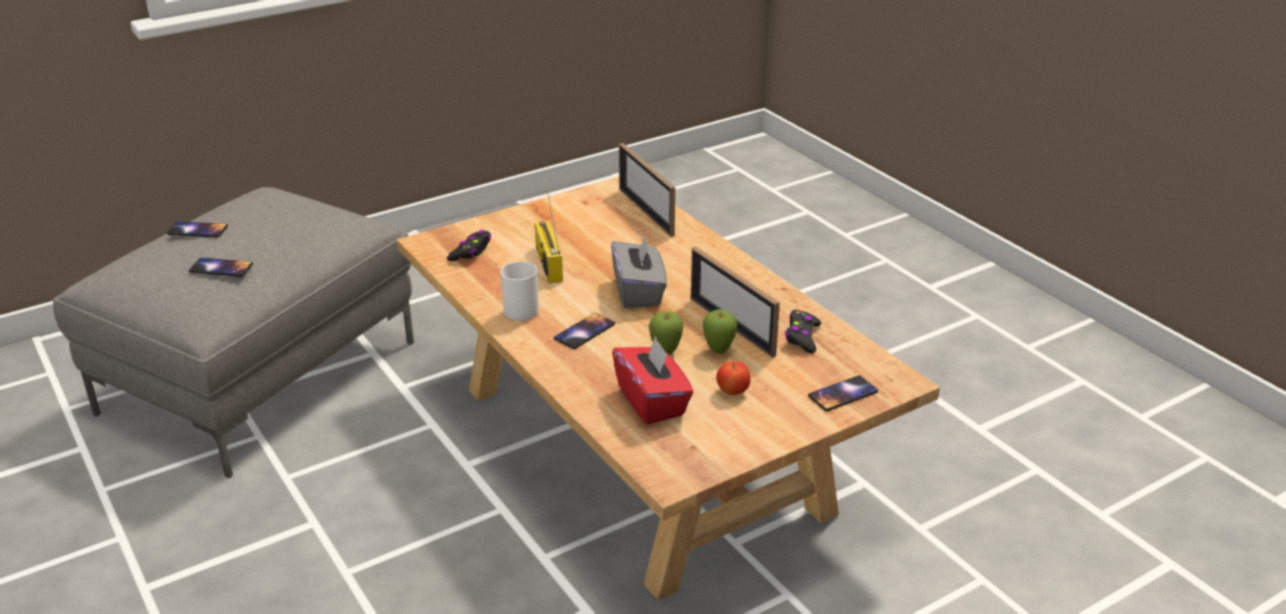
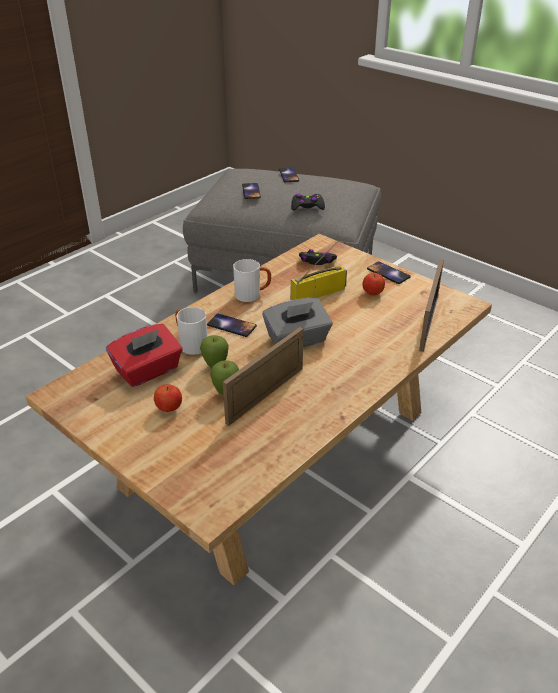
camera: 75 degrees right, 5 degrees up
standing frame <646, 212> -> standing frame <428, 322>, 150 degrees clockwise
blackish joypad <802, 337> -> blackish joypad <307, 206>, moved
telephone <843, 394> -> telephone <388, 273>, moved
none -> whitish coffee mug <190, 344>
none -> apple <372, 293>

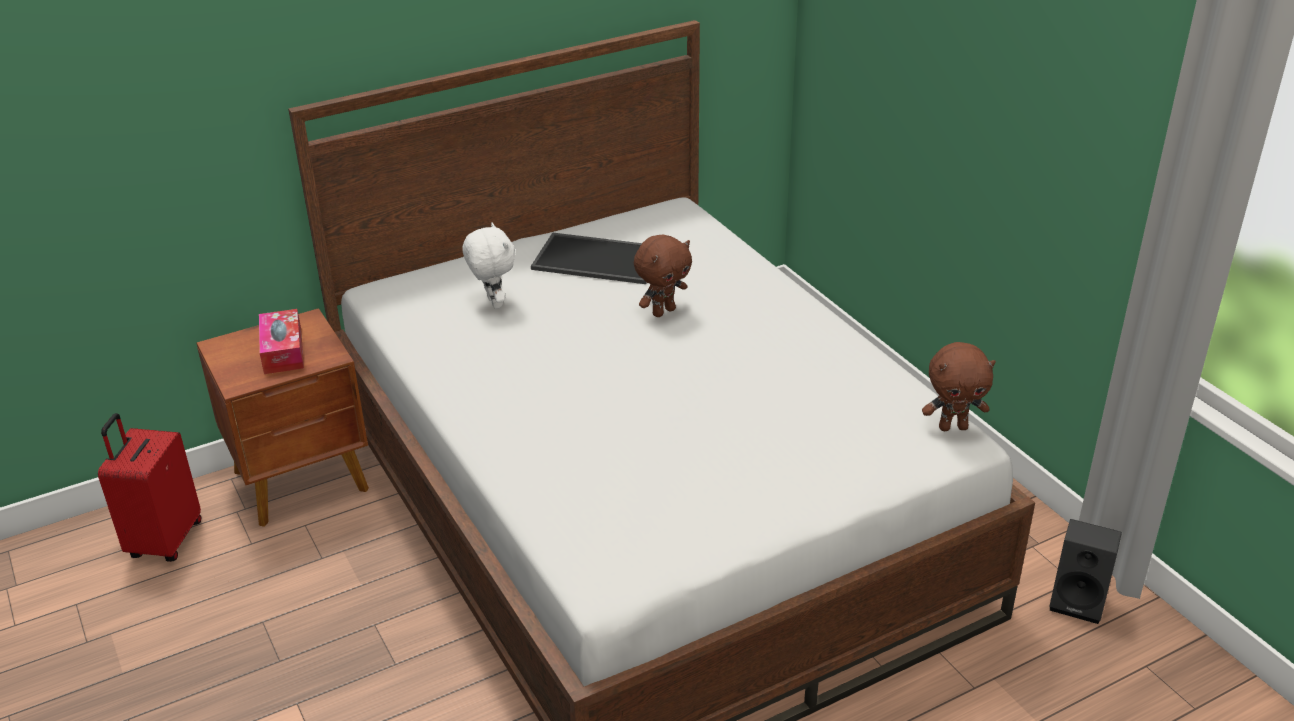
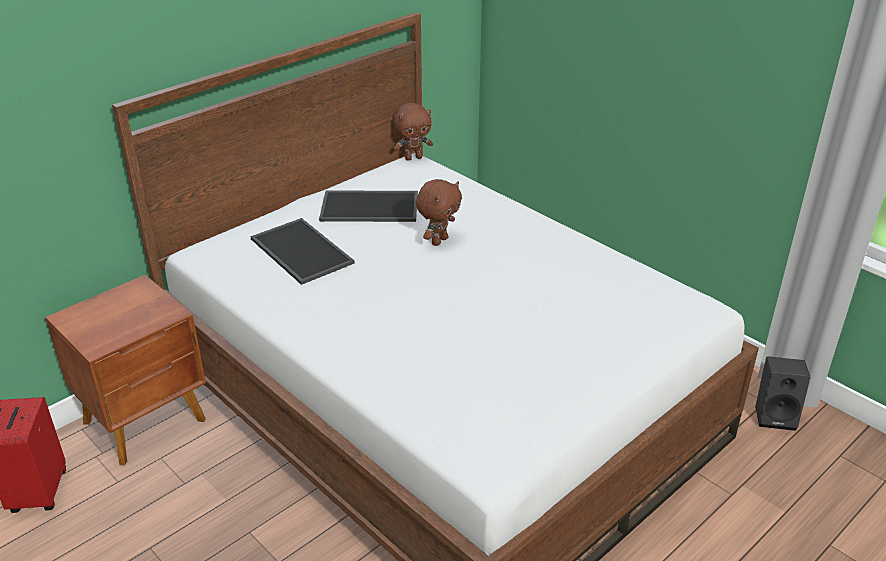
camera: 15 degrees left, 0 degrees up
box of tissues <283, 351> -> none
whitish cuddly toy <493, 303> -> tray <299, 251>
brown-coloured cuddly toy <953, 427> -> brown-coloured cuddly toy <413, 158>, moved

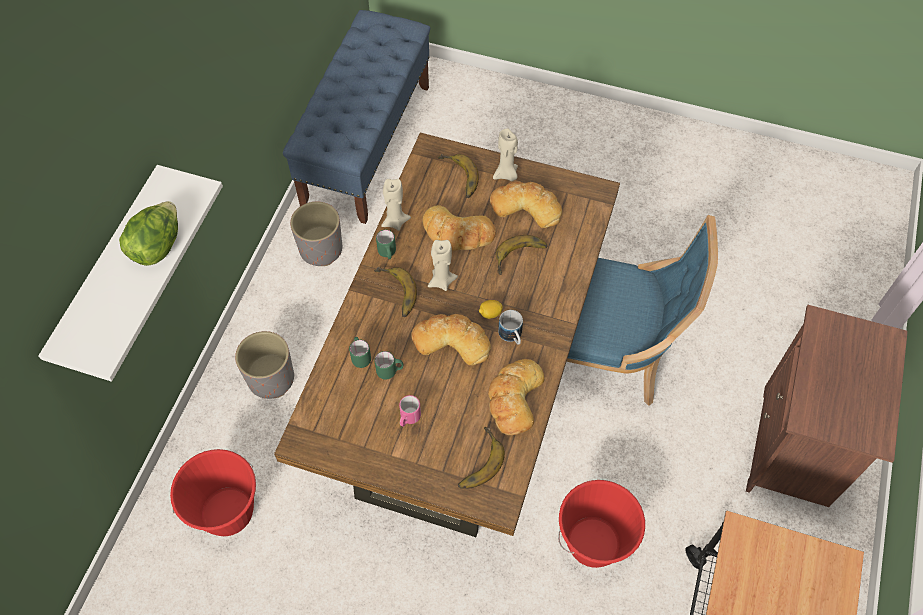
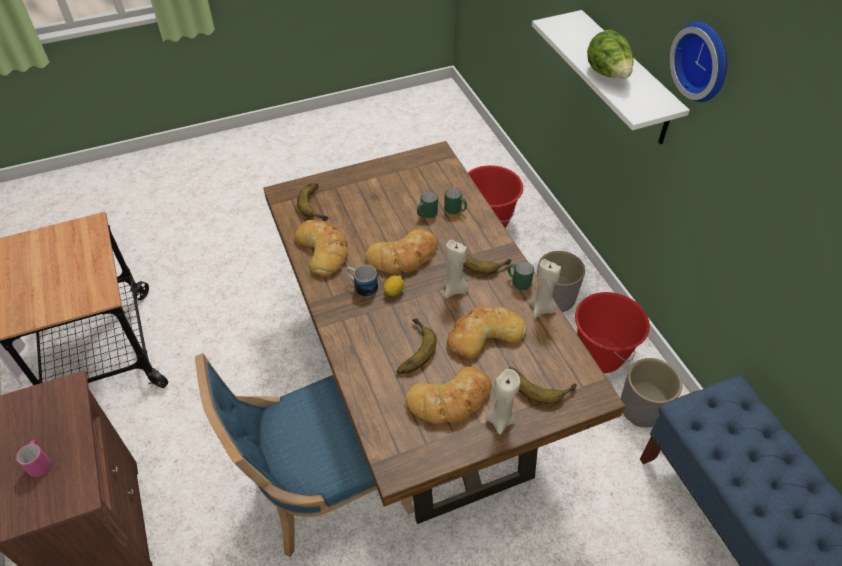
camera: 140 degrees right, 10 degrees down
pink-coloured coffee mug <408, 418> -> pink-coloured coffee mug <40, 463>, moved
reddish water bucket <593, 542> -> reddish water bucket <600, 355>, moved
none -> wall clock <704, 61>

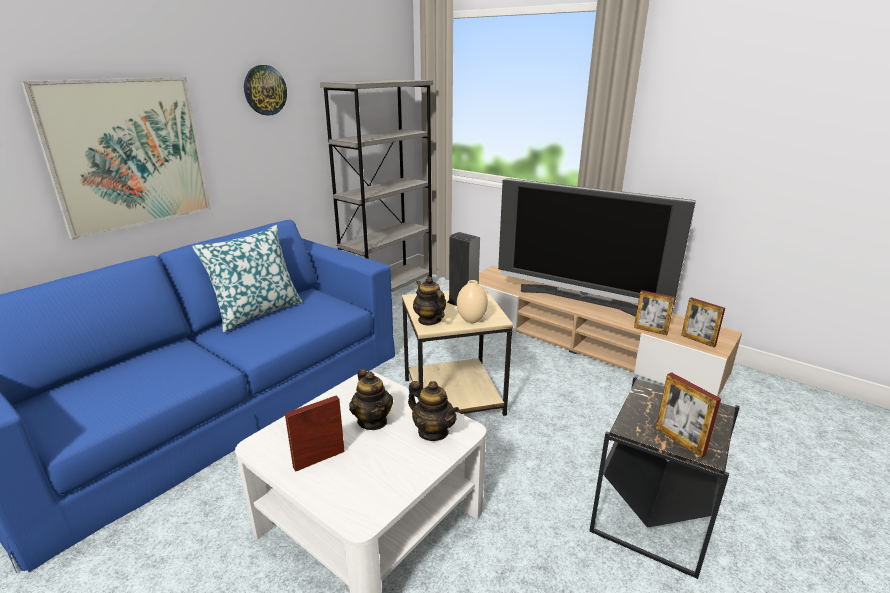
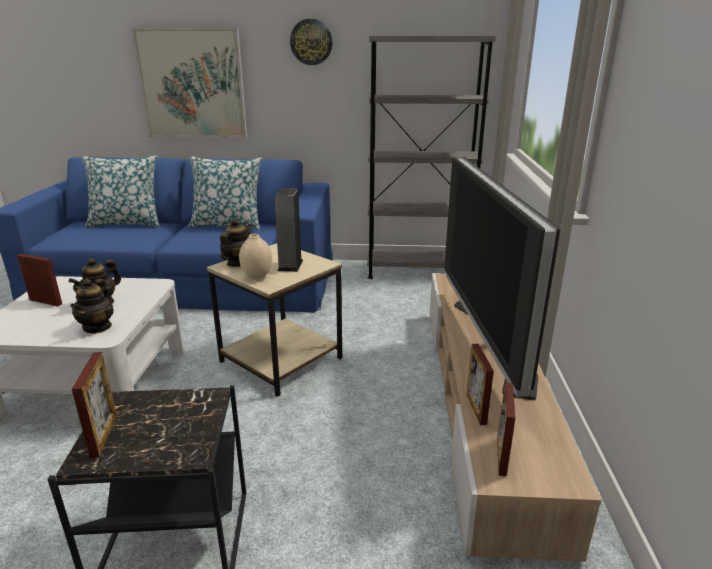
camera: 55 degrees right, 0 degrees up
standing frame <679, 441> -> standing frame <104, 435>, 150 degrees clockwise
none -> cushion <126, 223>

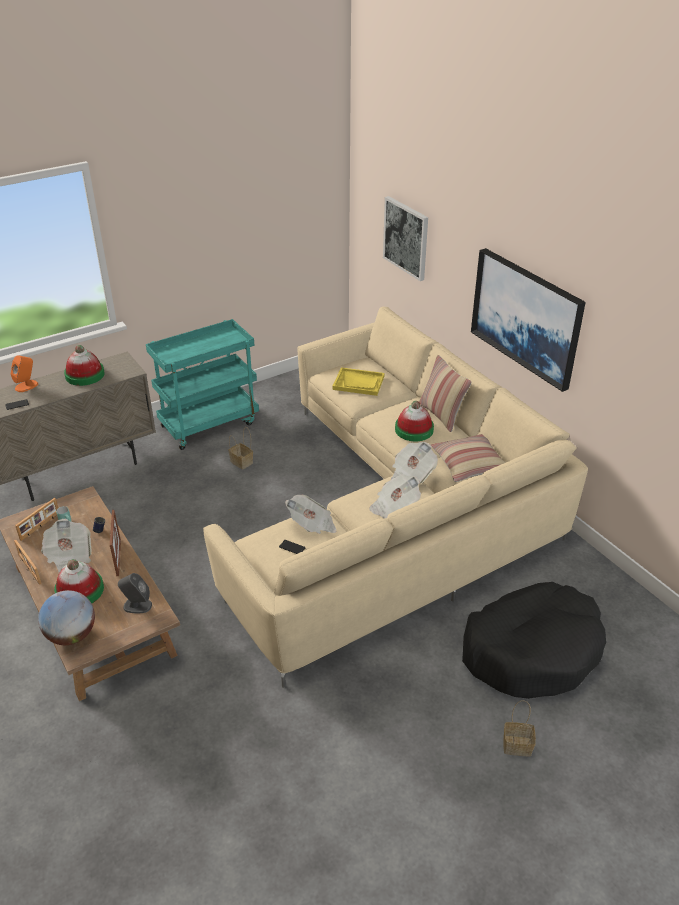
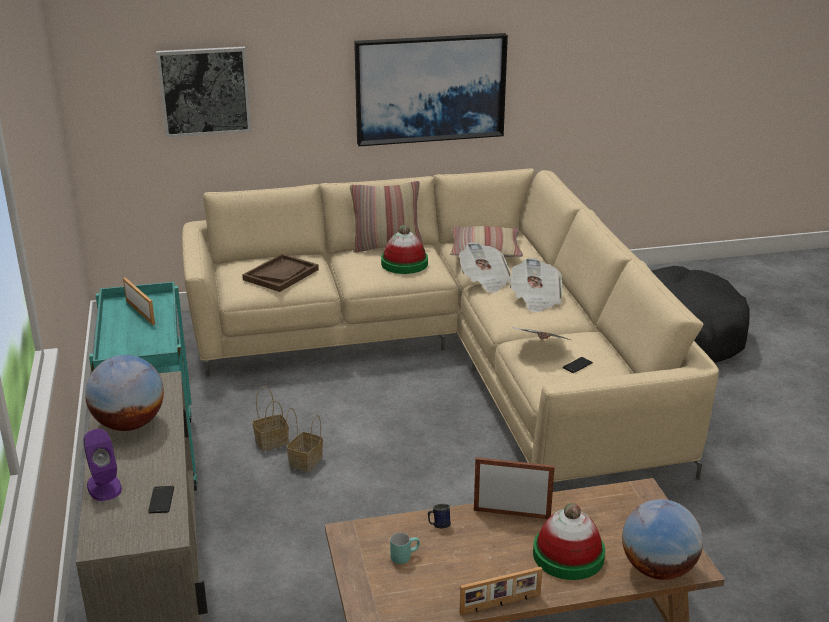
camera: 70 degrees left, 10 degrees down
orange audio speaker <27, 386> -> purple audio speaker <104, 486>
standing frame <40, 526> -> standing frame <141, 312>, moved
newspaper <69, 557> -> none
clothing hat <85, 375> -> globe <129, 424>
gray audio speaker <137, 605> -> none
yellow tray <358, 383> -> brown-coloured tray <281, 274>
storage basket <518, 745> -> storage basket <305, 460>, moved

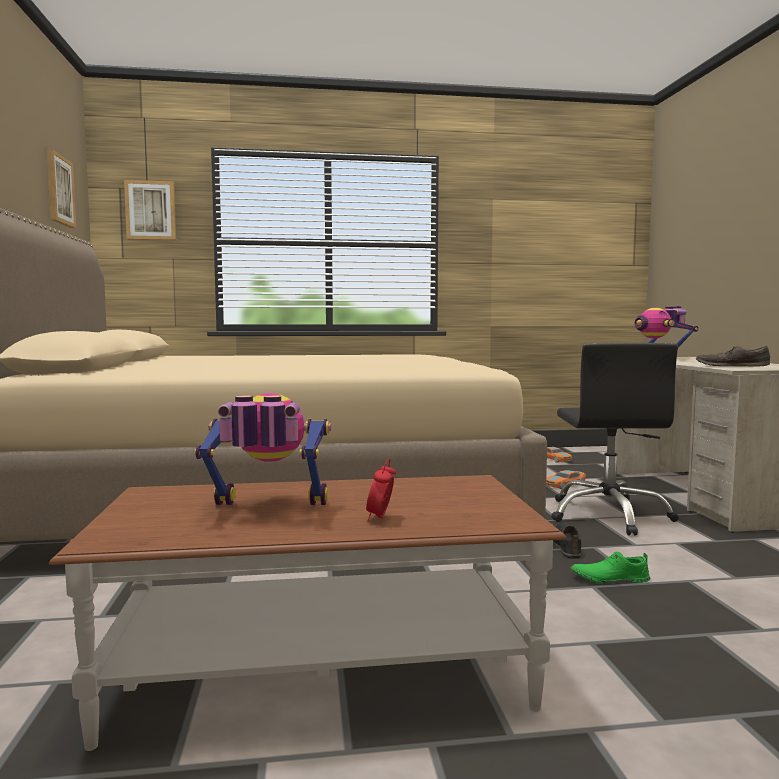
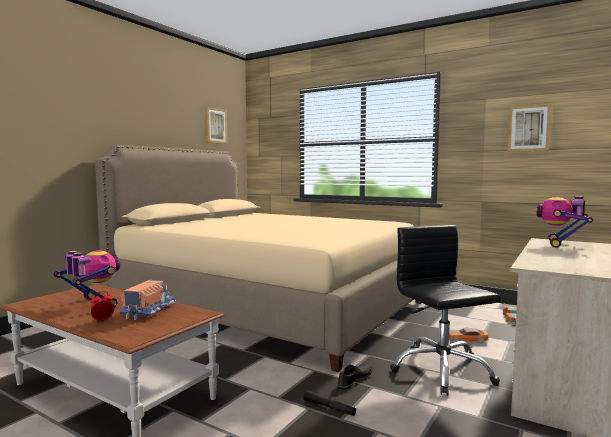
camera: 40 degrees right, 0 degrees up
wall art <150, 210> -> wall art <529, 128>, moved
blackish computer chair <609, 515> -> blackish computer chair <441, 370>, 120 degrees clockwise
green low shoe <609, 578> -> blackish hand torch <329, 408>
brown-coloured low shoe <731, 366> -> none
none -> toy lorry <148, 311>

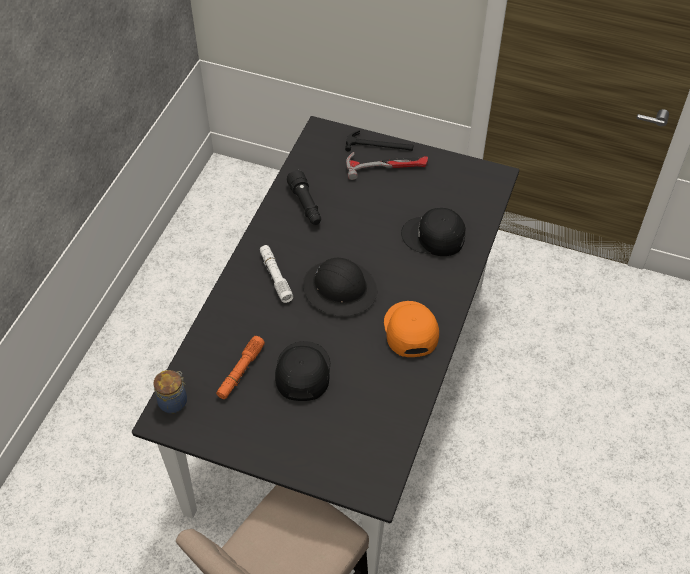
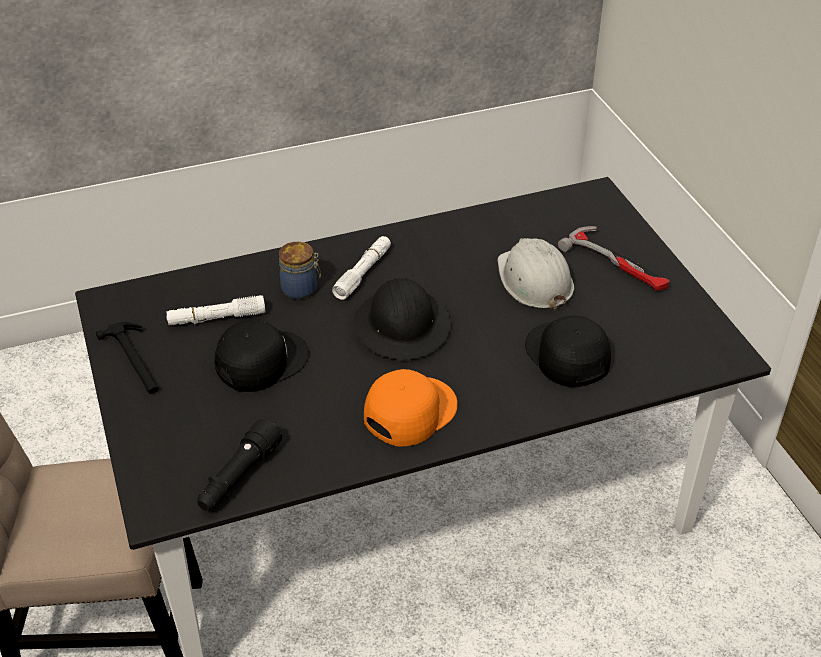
camera: 50 degrees right, 10 degrees down
preserve jar <174, 401> -> preserve jar <301, 289>, moved
orange hand torch <240, 371> -> whitish hand torch <216, 318>
blackish hand torch <306, 205> -> blackish hand torch <238, 477>, moved
hammer <379, 145> -> hammer <135, 360>, moved
none -> whitish hard hat <534, 280>

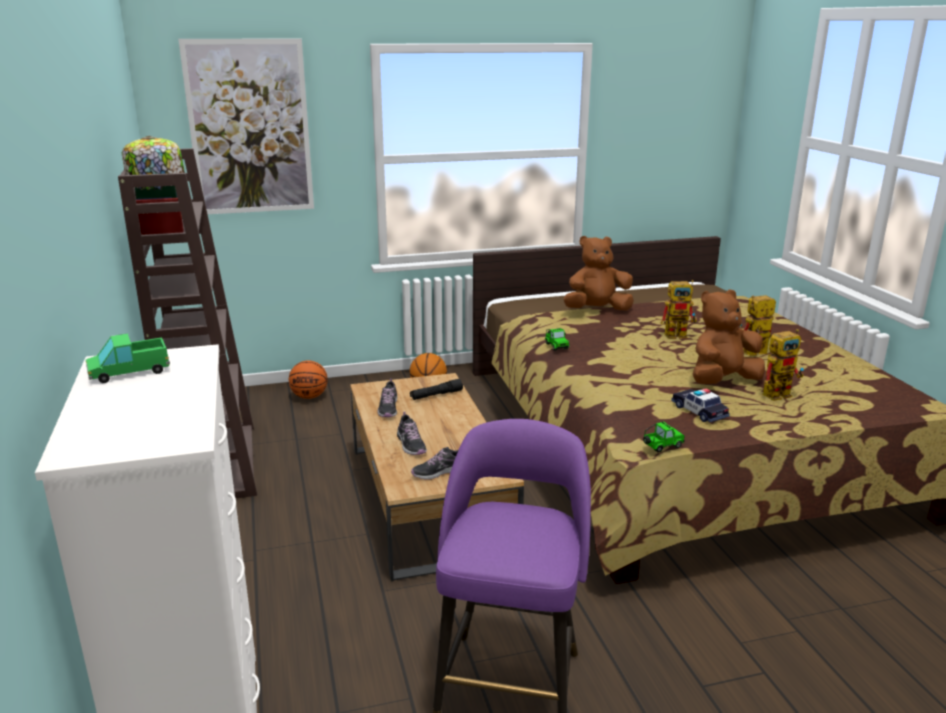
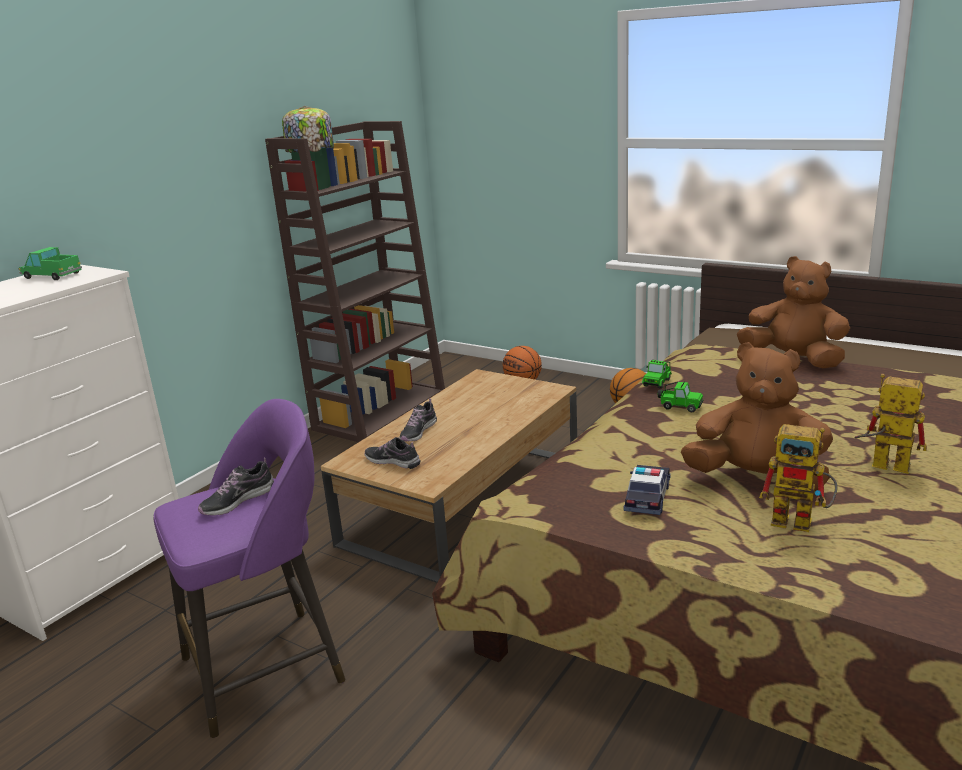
camera: 50 degrees right, 0 degrees up
wall art <250, 128> -> none
low shoe <388, 408> -> low shoe <238, 501>, moved
blackish hand torch <436, 395> -> none
model car <661, 446> -> model car <679, 407>, moved
robot figure <680, 334> -> none

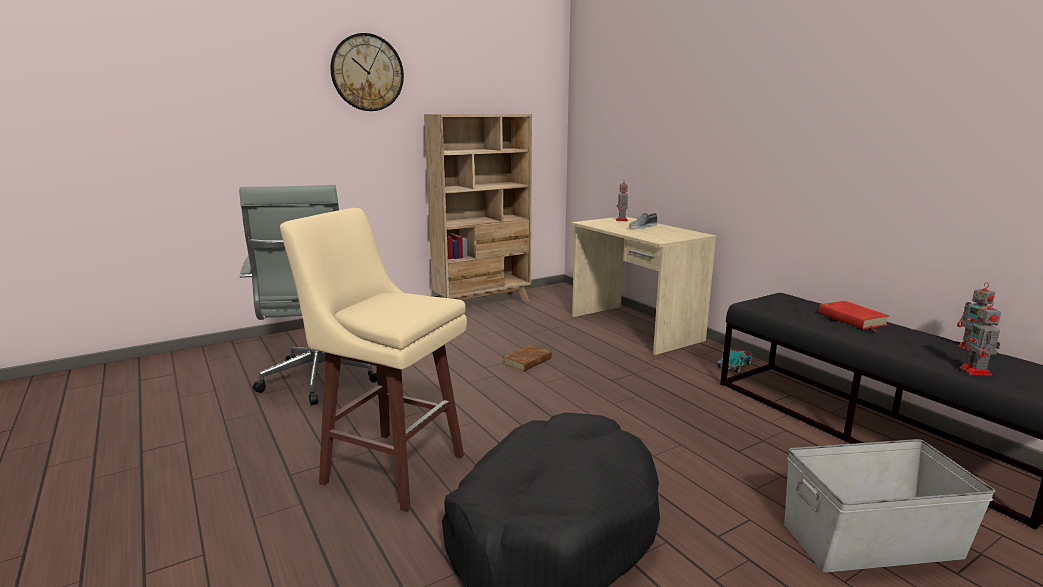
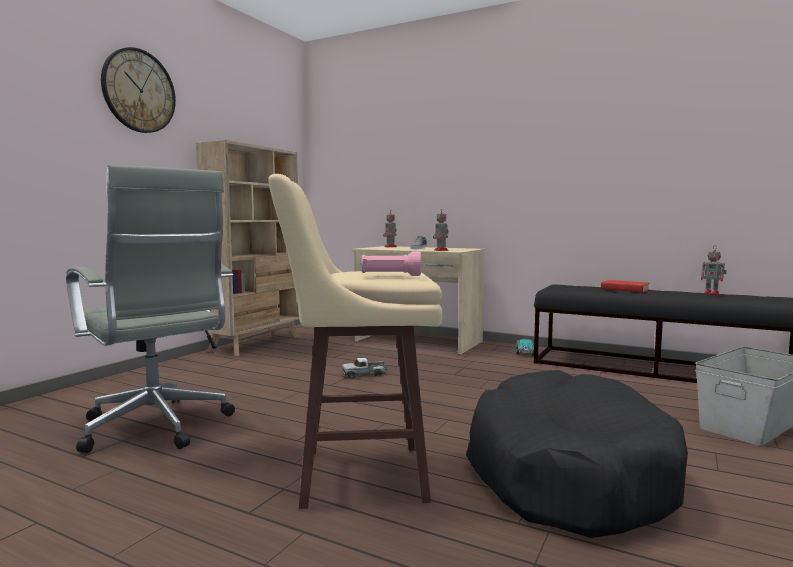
camera: 30 degrees left, 10 degrees down
brown-coloured book <528, 361> -> toy lorry <364, 374>
robot figure <976, 372> -> robot figure <441, 250>, moved
none -> pink-coloured hand torch <390, 276>

